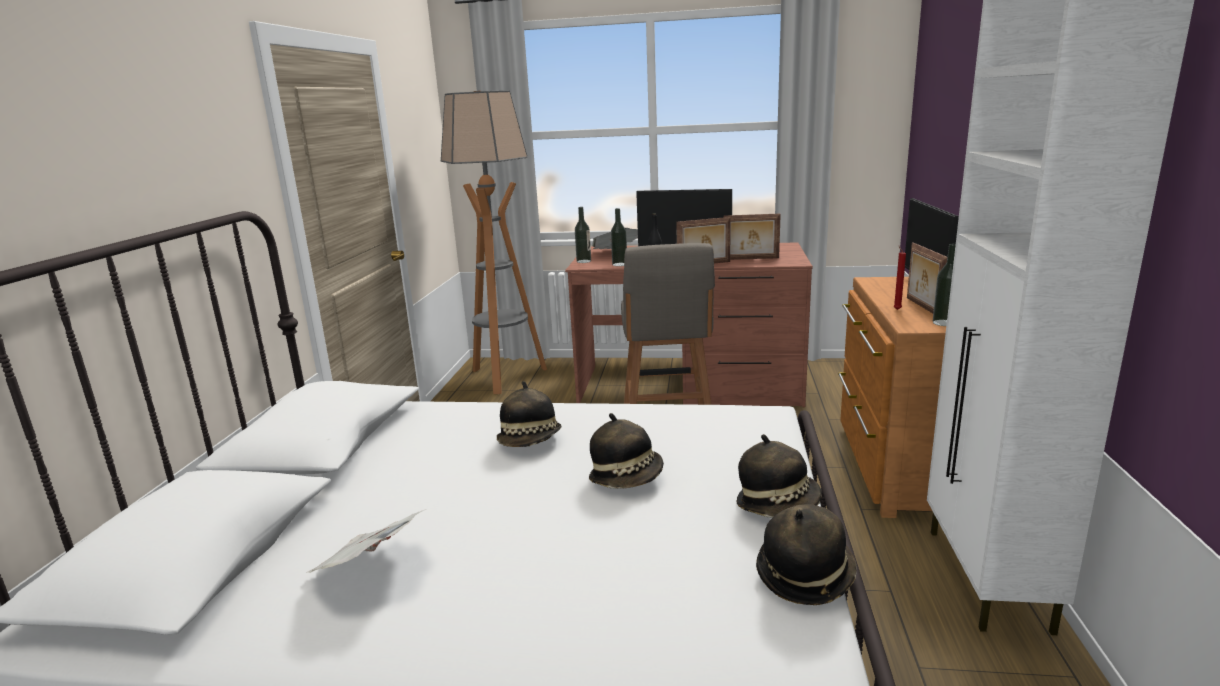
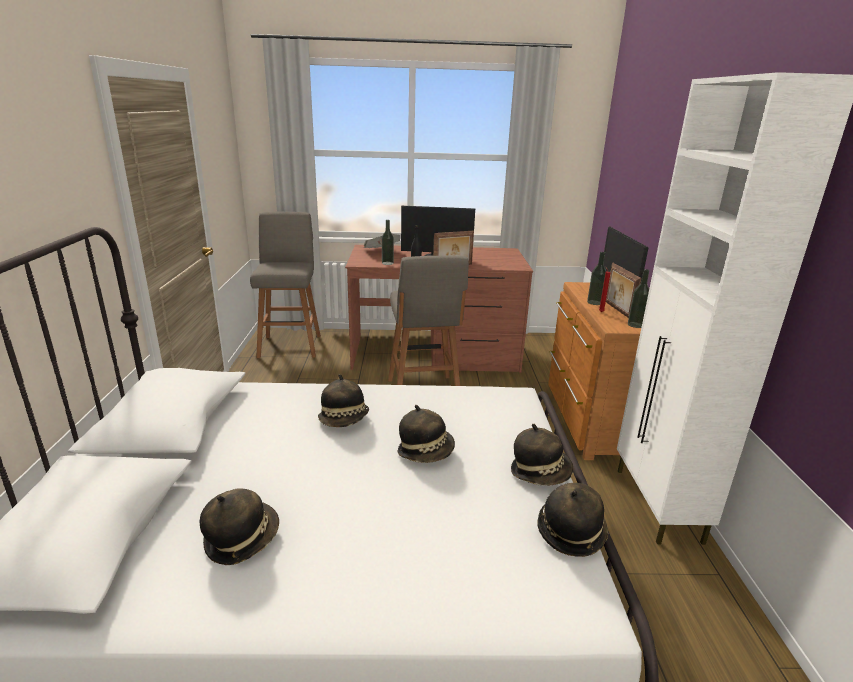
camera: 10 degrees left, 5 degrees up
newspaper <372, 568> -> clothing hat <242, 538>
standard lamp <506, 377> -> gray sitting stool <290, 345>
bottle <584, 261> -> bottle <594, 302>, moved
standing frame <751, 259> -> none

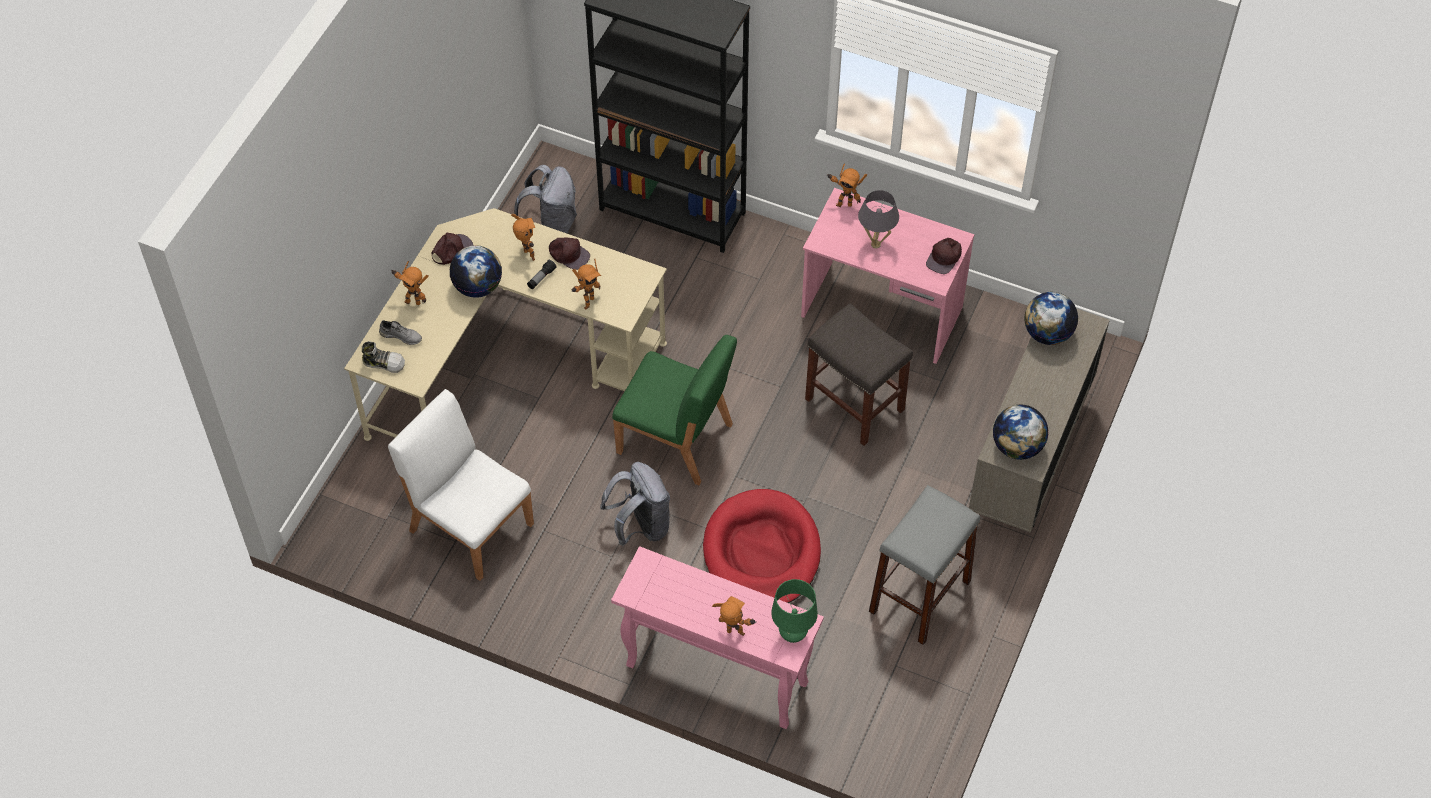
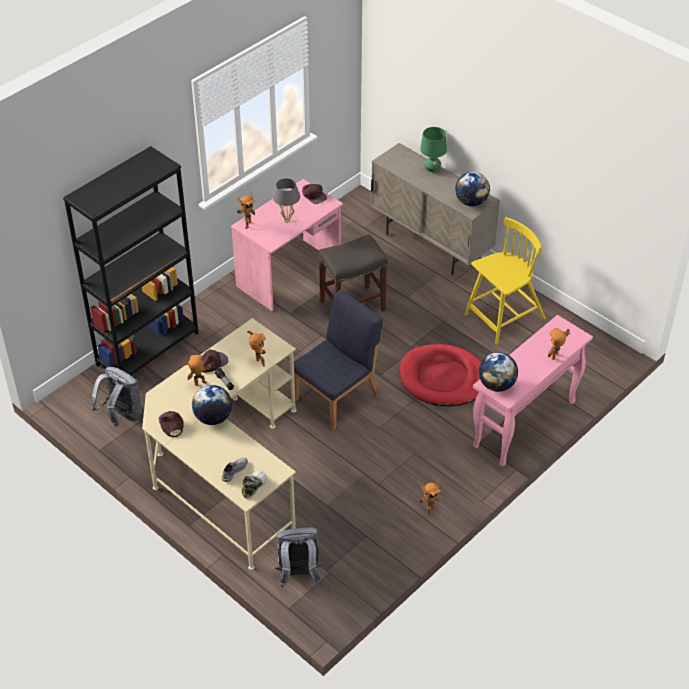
camera: 70 degrees left, 10 degrees down
whitish upright chair <470, 526> -> none
robot figure <413, 301> -> robot figure <428, 511>, moved
gray backpack <640, 526> -> gray backpack <298, 575>, moved
green upright chair <676, 439> -> blue-coloured upright chair <337, 396>
green tabletop lamp <793, 634> -> green tabletop lamp <432, 169>, moved
gray sitting stool <919, 596> -> yellow upright chair <503, 317>
globe <1047, 333> -> globe <496, 385>, moved

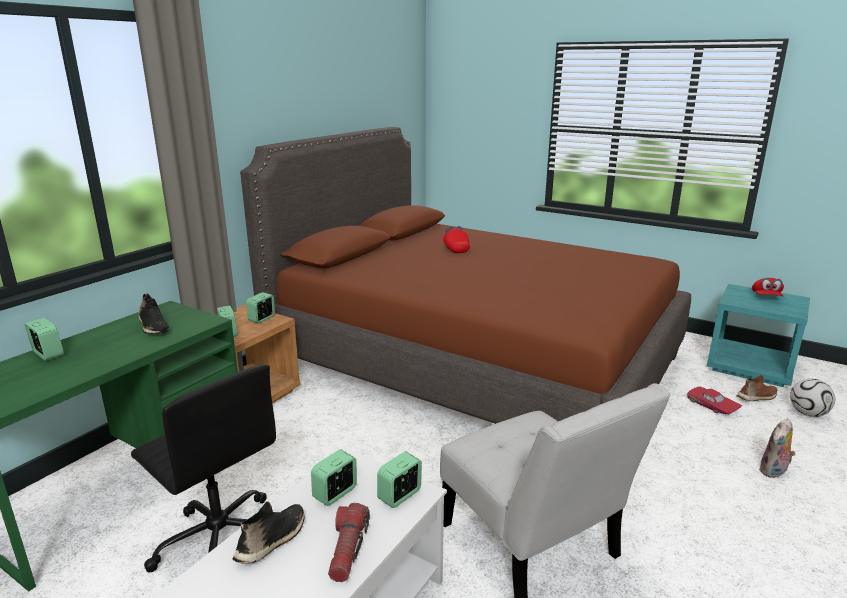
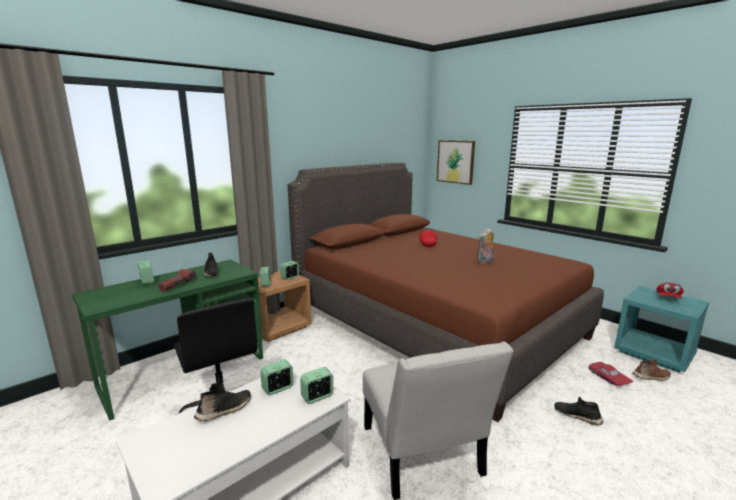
camera: 15 degrees right, 5 degrees down
hand torch <348, 549> -> hand torch <178, 285>, moved
cuddly toy <774, 472> -> cuddly toy <485, 262>, moved
football <808, 413> -> none
none -> wall art <455, 161>
none -> blackish low shoe <577, 416>

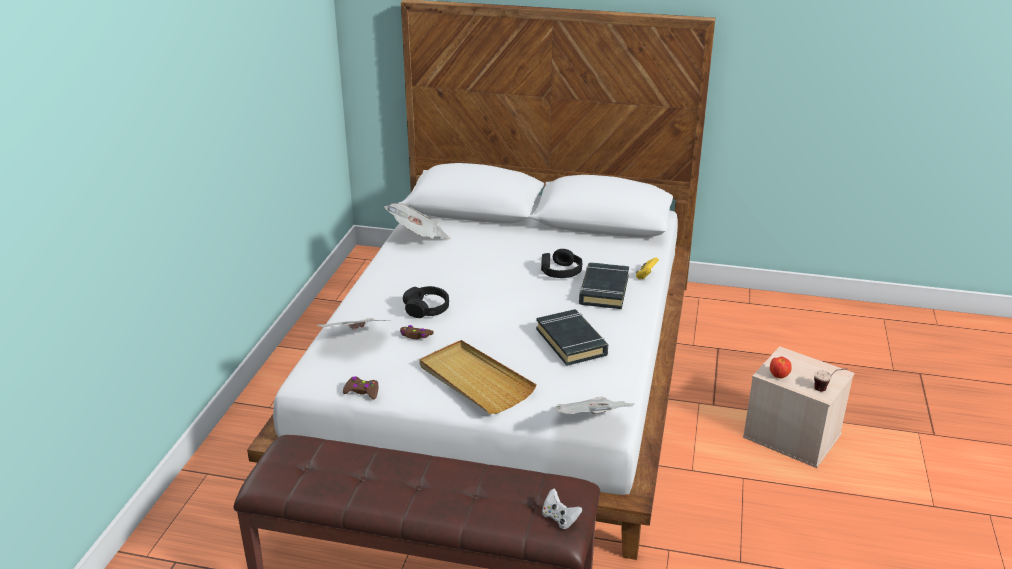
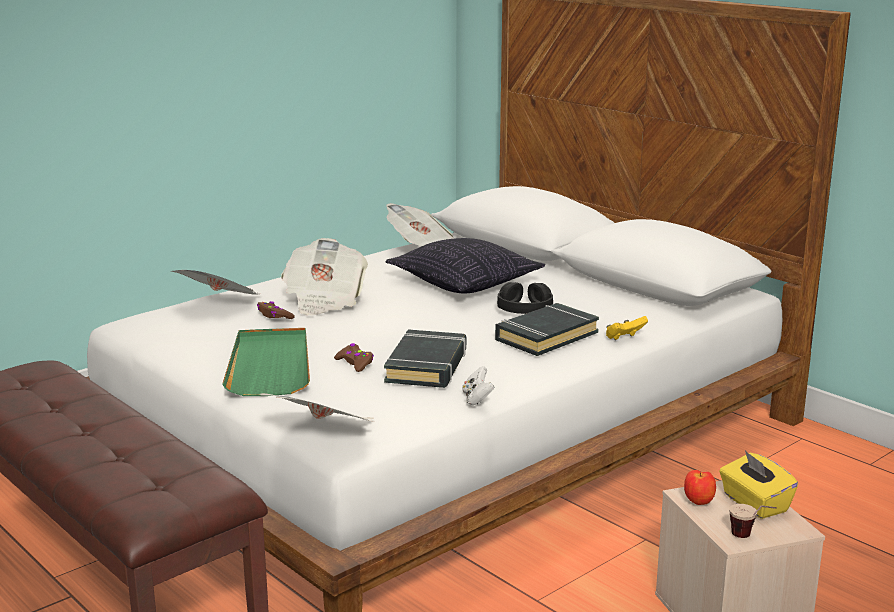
camera: 35 degrees right, 10 degrees down
brown-coloured joypad <362, 391> -> brown-coloured joypad <355, 363>, moved
blackish pair of headphones <426, 308> -> newspaper <324, 300>
beige tray <475, 380> -> green tray <270, 366>
whitish joypad <560, 519> -> whitish joypad <477, 399>, moved
none -> cushion <465, 284>
none -> yellow box of tissues <754, 504>

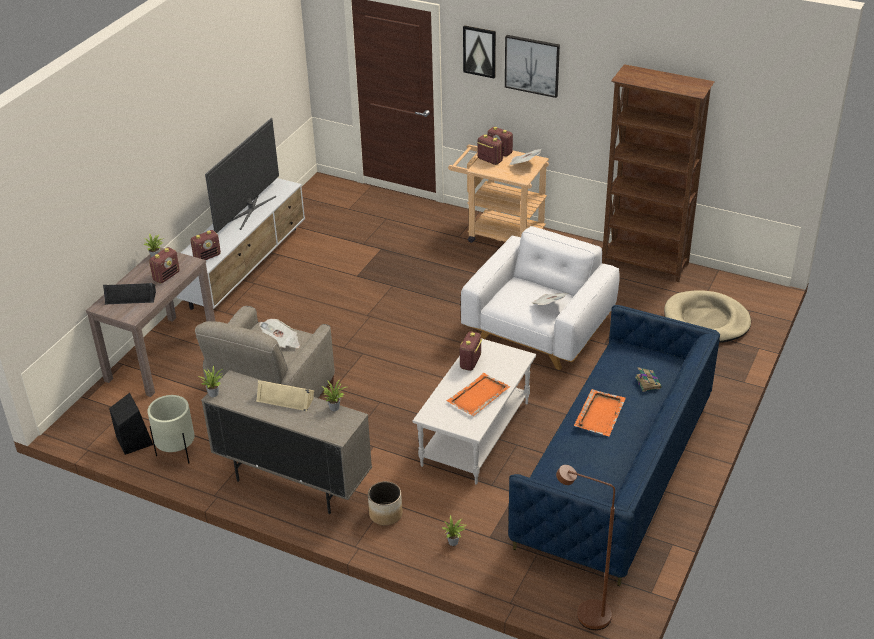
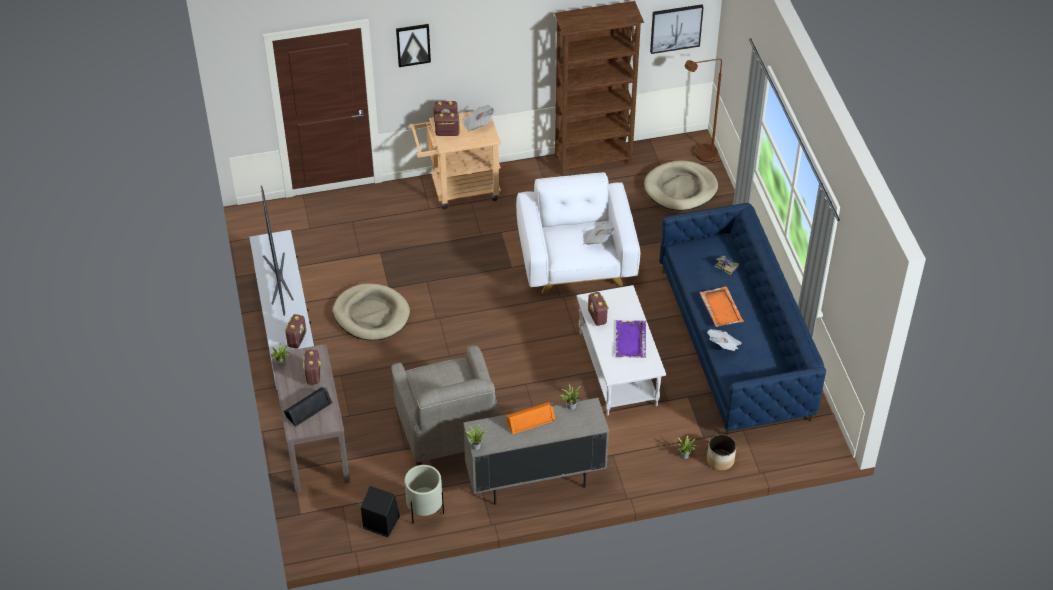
camera: 40 degrees left, 10 degrees up
beige audio speaker <286, 398> -> orange audio speaker <530, 419>
newspaper <281, 342> -> newspaper <724, 346>, moved
flower pot <385, 514> -> flower pot <720, 460>, moved
orange tray <478, 396> -> purple tray <630, 340>
wall art <532, 65> -> wall art <676, 28>, moved
brown-coloured standard lamp <584, 613> -> brown-coloured standard lamp <700, 155>, moved
none -> beige pet bed <371, 315>

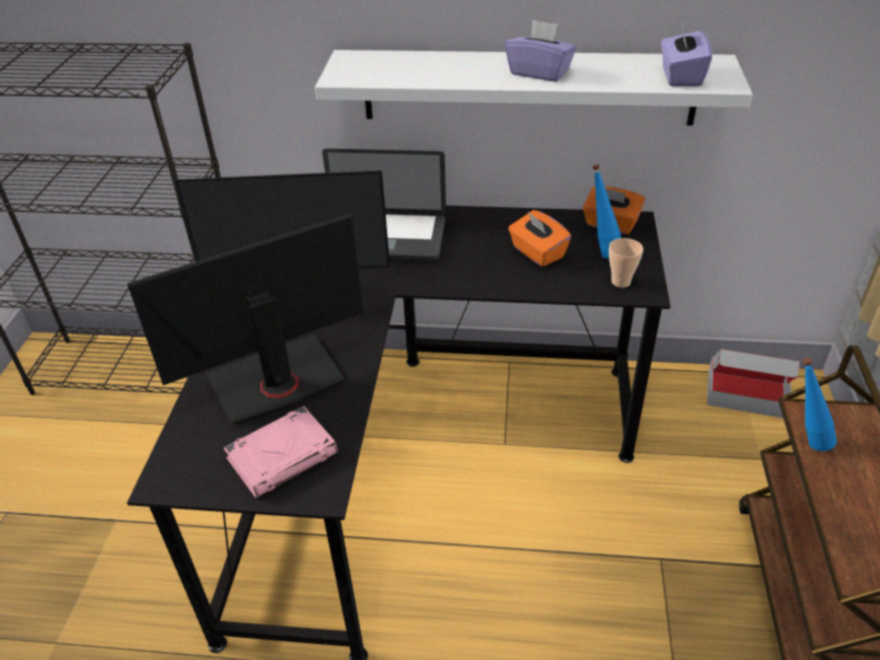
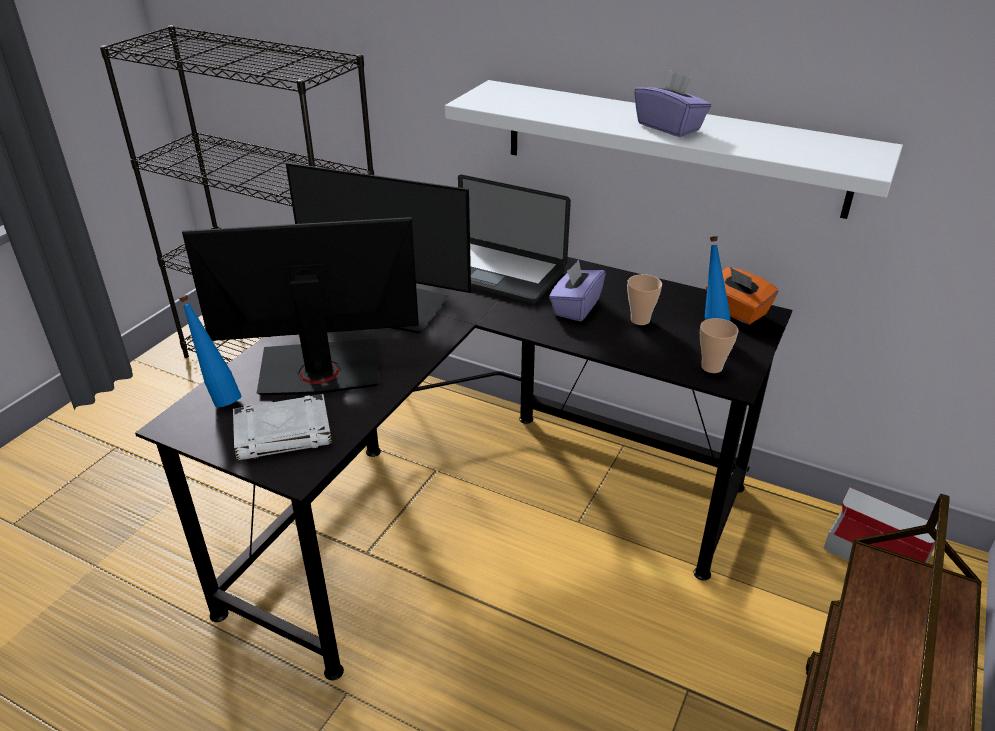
camera: 20 degrees right, 5 degrees down
pink-coloured book <283, 455> -> whitish book <284, 433>
orange box of tissues <537, 252> -> drinking cup <640, 320>
purple box of tissues <680, 76> -> purple box of tissues <575, 307>, moved
blue-coloured bottle <804, 441> -> blue-coloured bottle <220, 398>, moved

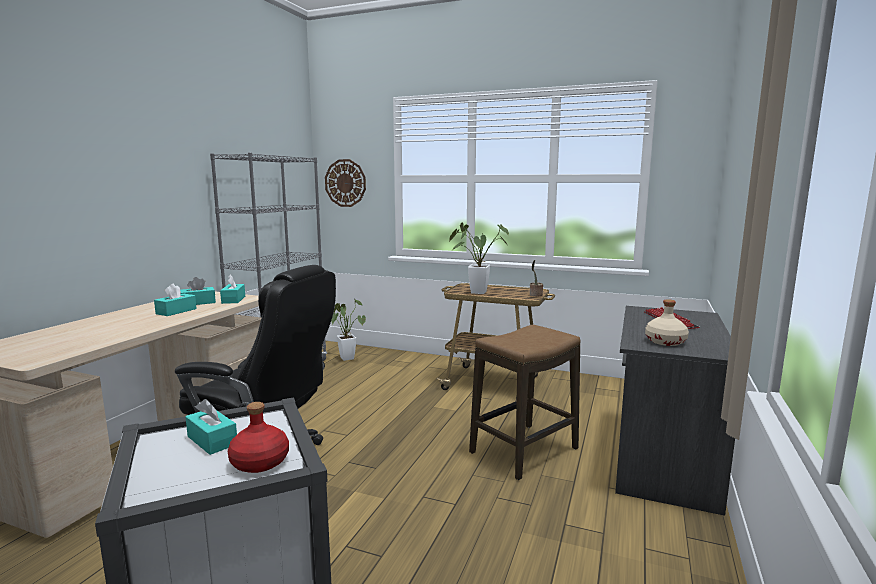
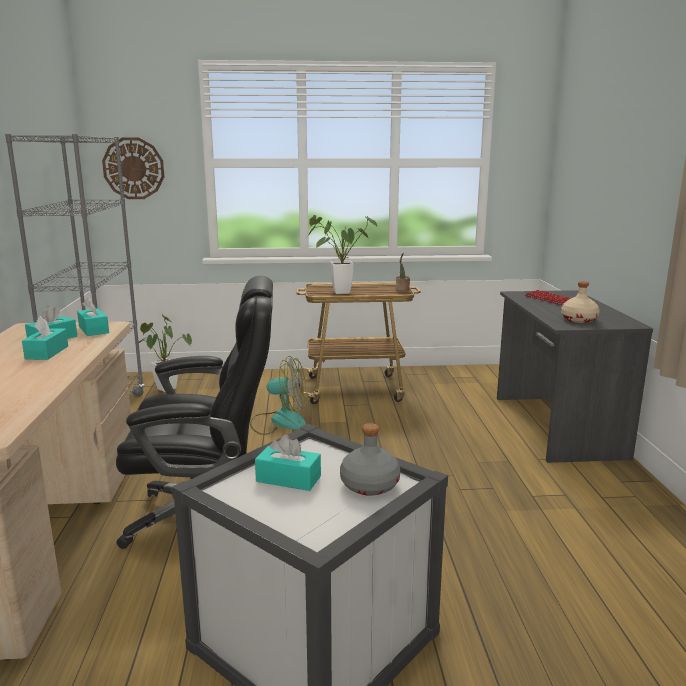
camera: 25 degrees left, 5 degrees up
reddish bottle <259, 462> -> gray bottle <369, 485>
sitting stool <524, 450> -> none
none -> fan <279, 421>

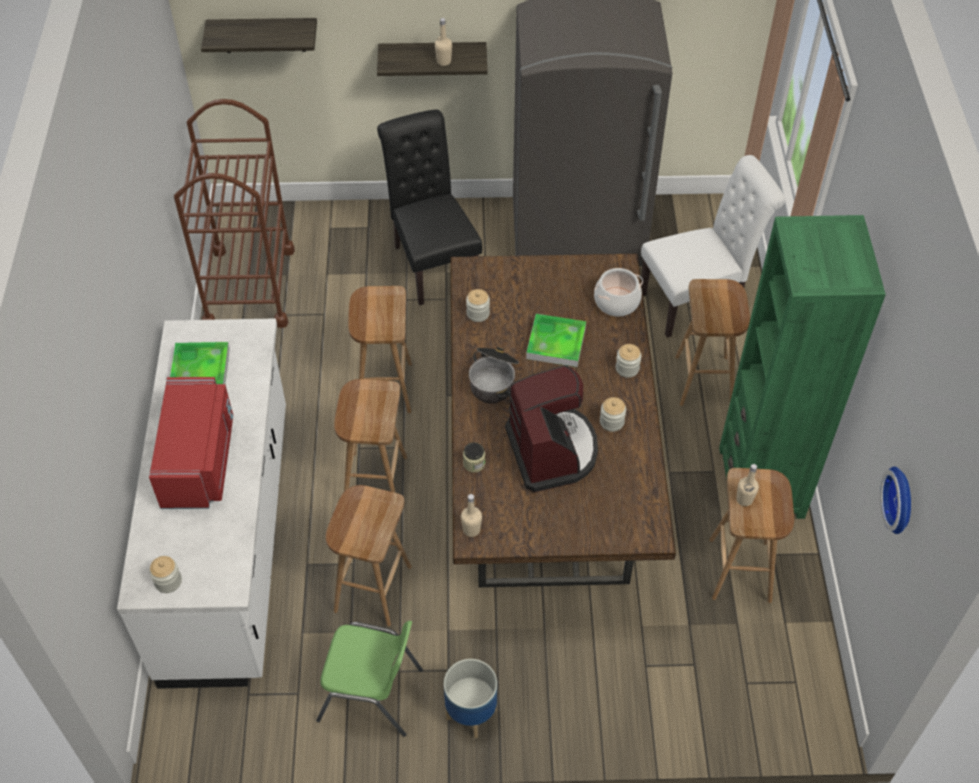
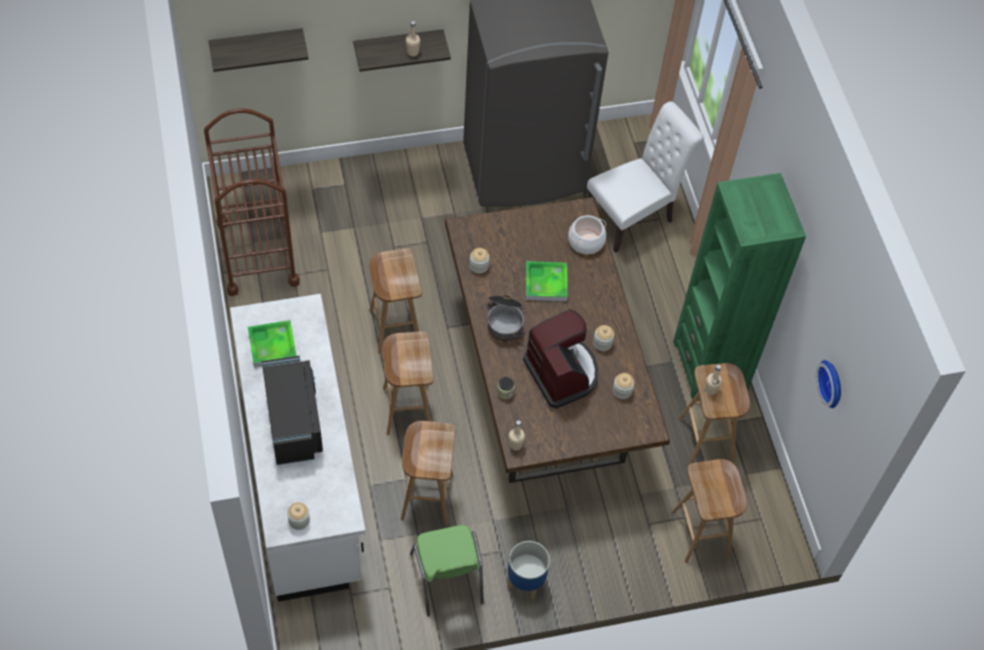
camera: 15 degrees left, 5 degrees up
reddish kitchen microwave <200, 460> -> blackish kitchen microwave <295, 421>
green upright chair <372, 695> -> green upright chair <447, 579>, 75 degrees clockwise
blackish upright chair <432, 263> -> none
preserve jar <627, 368> -> preserve jar <622, 391>, moved
brown-coloured sitting stool <704, 381> -> brown-coloured sitting stool <702, 534>, moved

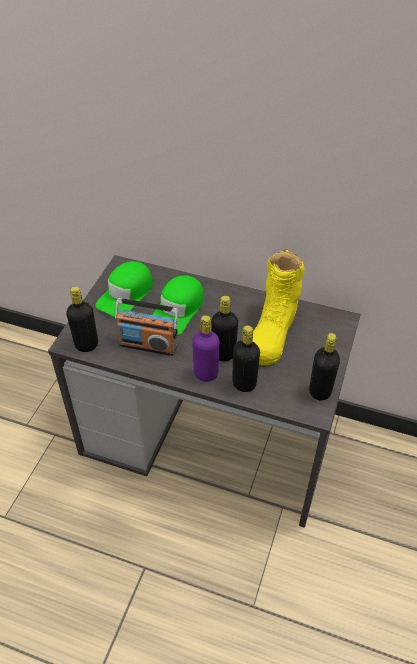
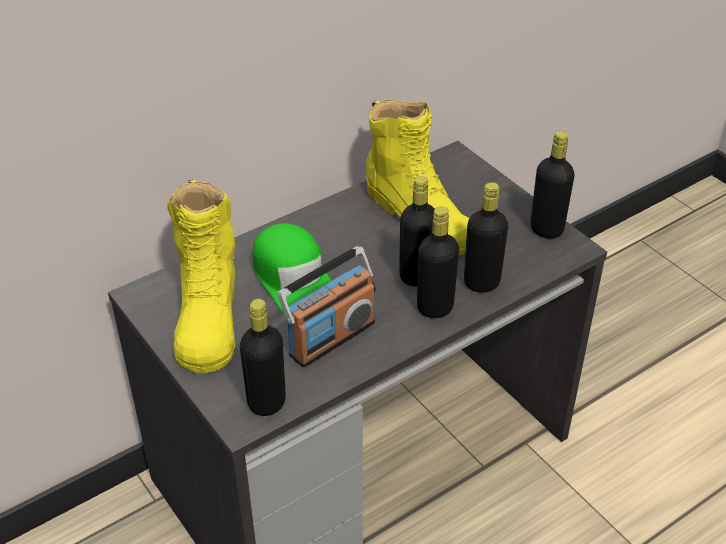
camera: 55 degrees left, 5 degrees down
green baseball cap <126, 294> -> yellow tall boot <208, 316>
purple bottle <206, 374> -> blackish bottle <435, 307>

